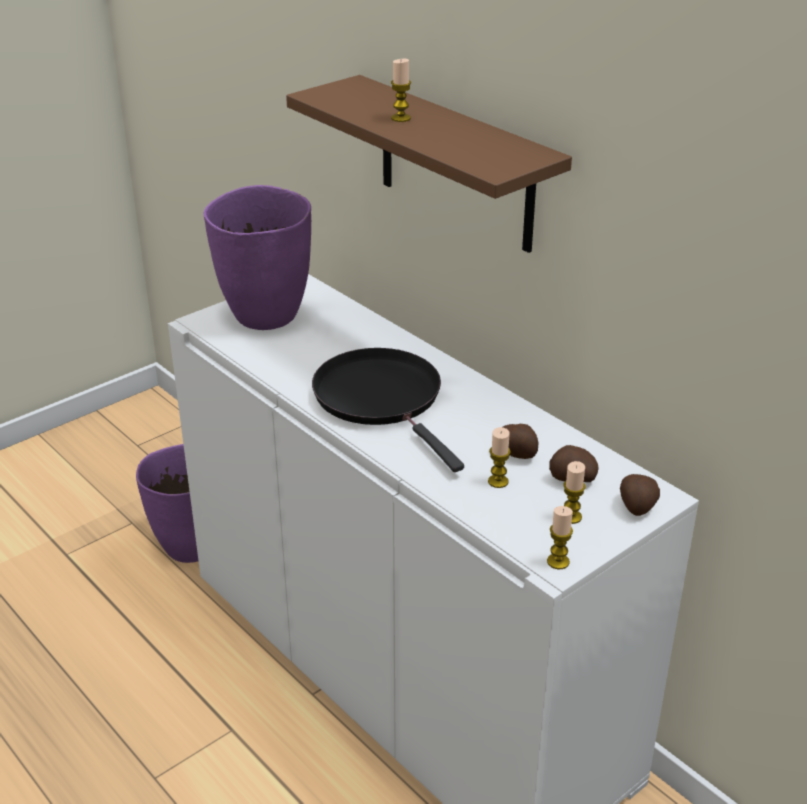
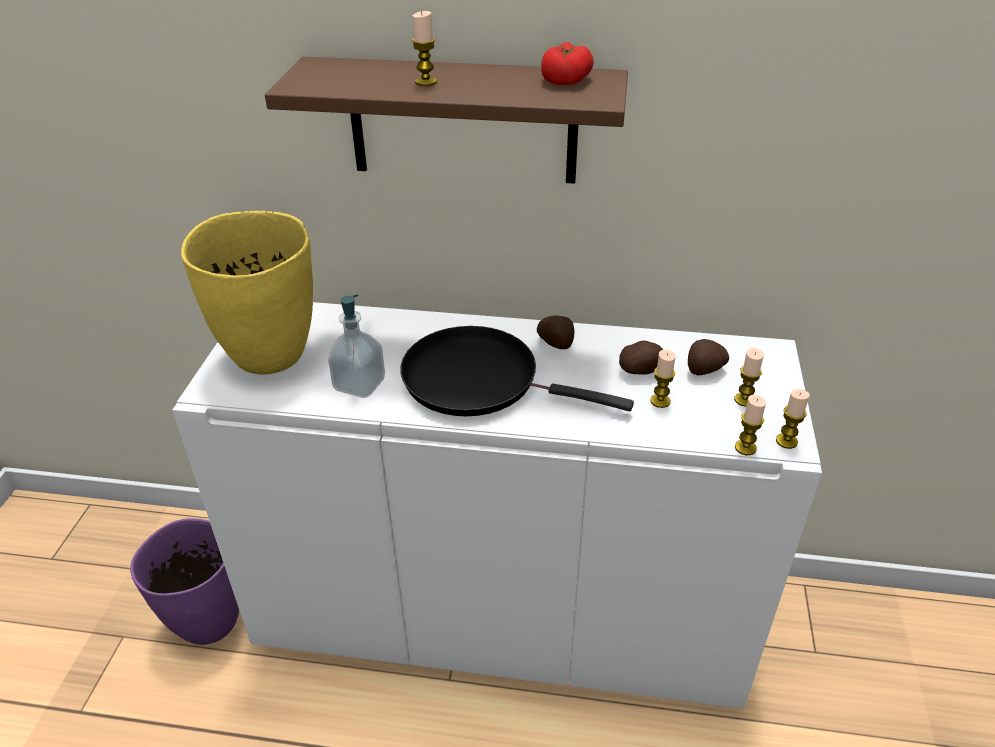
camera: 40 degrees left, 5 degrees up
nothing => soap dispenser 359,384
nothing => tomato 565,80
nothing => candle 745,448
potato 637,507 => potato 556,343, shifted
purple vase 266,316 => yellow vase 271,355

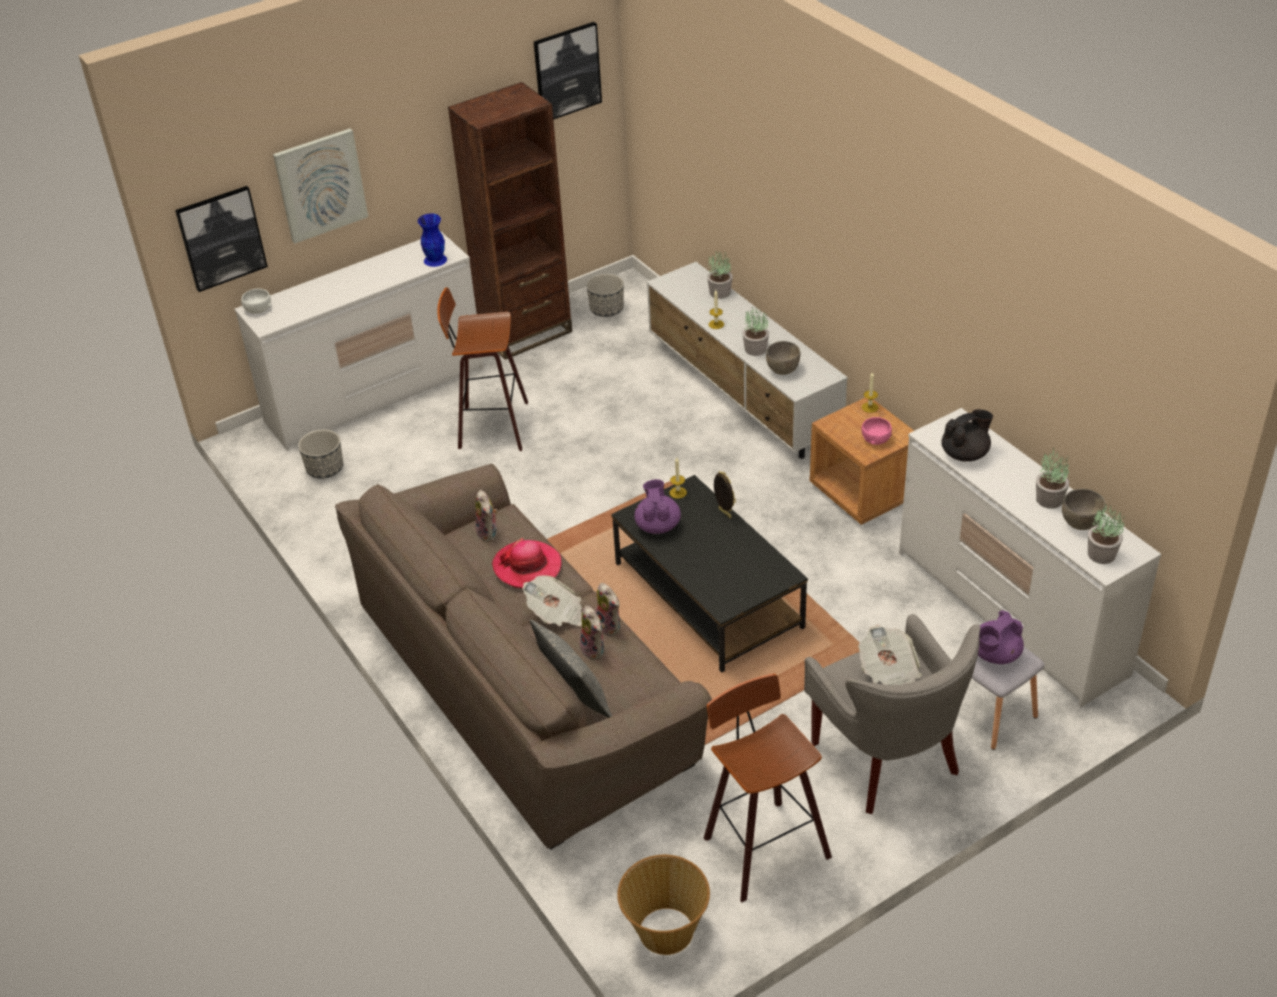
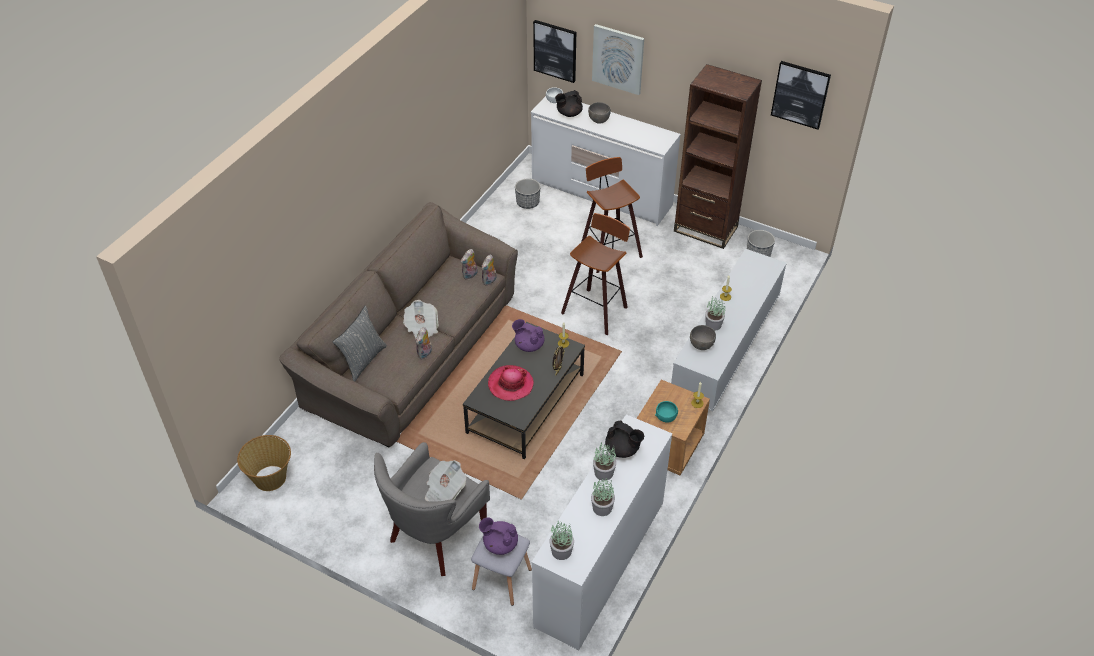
camera: 60 degrees right, 5 degrees up
blue vase 435,259 => nothing
nothing => black teapot 568,113
hat 527,567 => hat 510,384, shifted
plush toy 595,650 => plush toy 489,281, shifted
stool 761,846 => stool 596,309, shifted
potted plant 719,292 => potted plant 604,472, shifted
grey bowl 1080,523 => grey bowl 598,120, shifted
pink bowl 875,439 => turquoise bowl 666,416
purple teapot 657,525 => purple teapot 529,345, 120 degrees counterclockwise

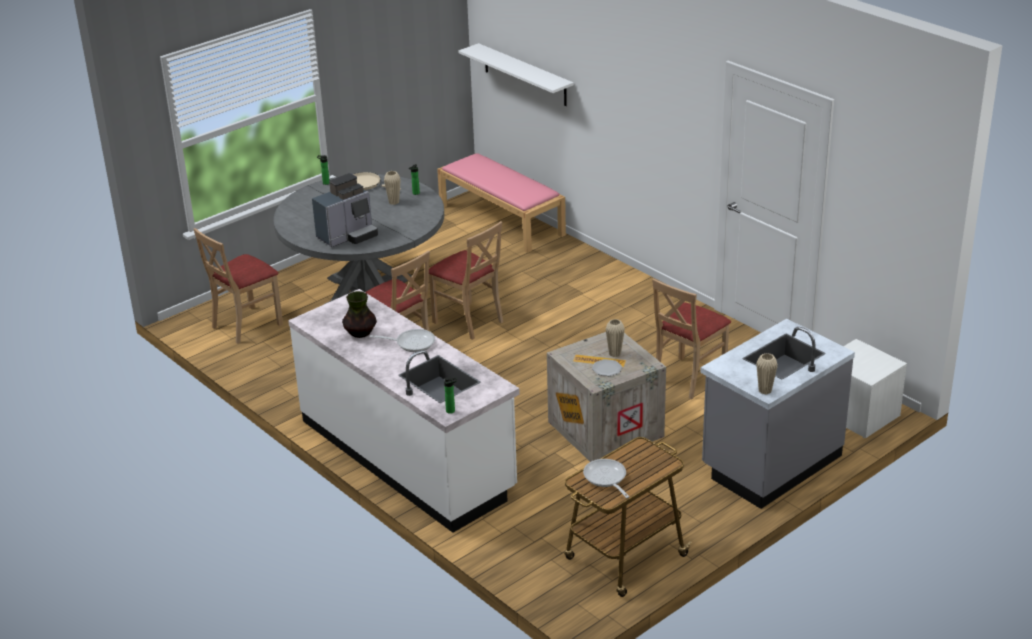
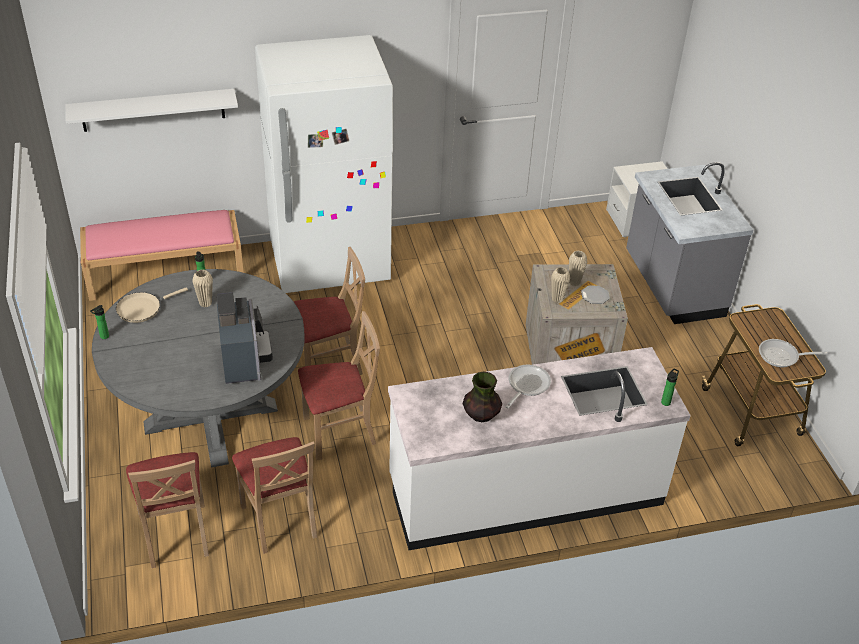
camera: 65 degrees left, 10 degrees up
nothing => white fridge 330,263
beige chair 688,378 => beige chair 280,520, shifted
beige vase 765,391 => beige vase 557,299, shifted

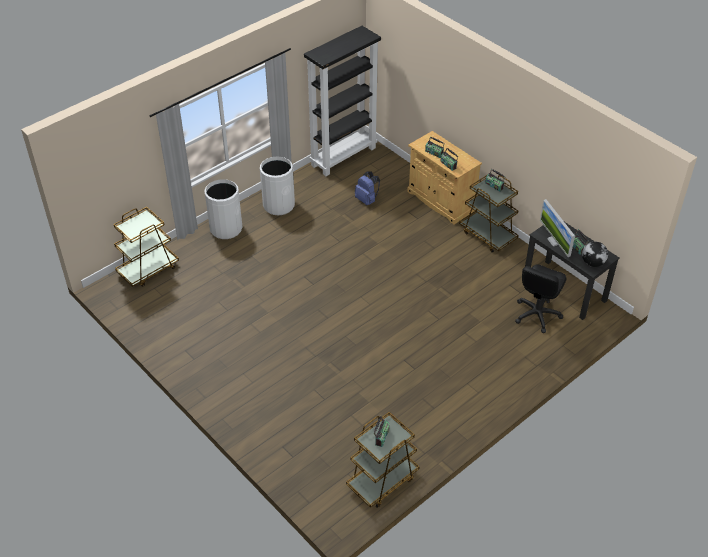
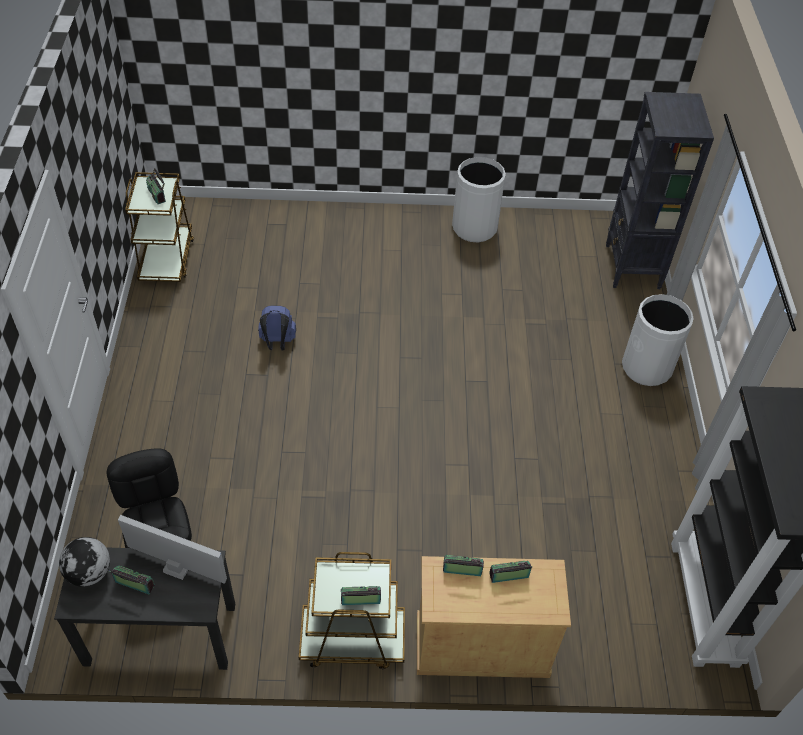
camera: 130 degrees right, 5 degrees up
white trash can 279,205 => white trash can 474,227, shifted
blue backpack 367,200 => blue backpack 277,343, shifted
brown cart 148,269 => black bookcase 632,267

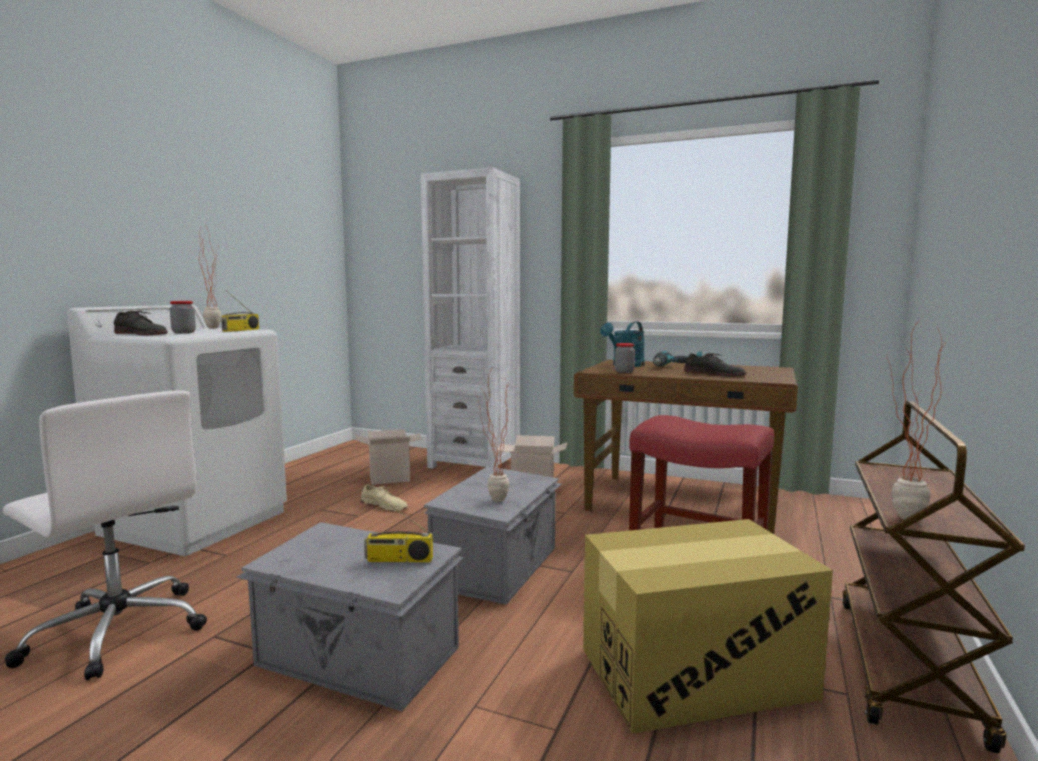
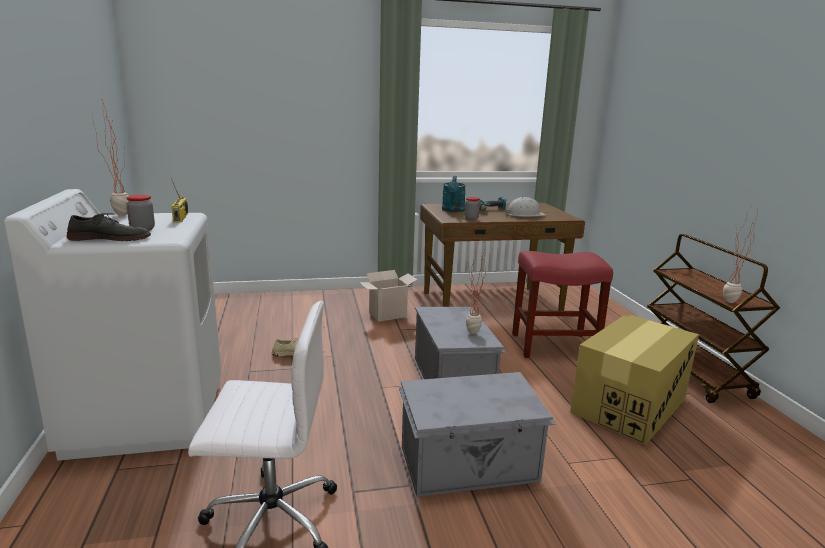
camera: 35 degrees left, 10 degrees up
cardboard box 391,478 => nothing
radio 398,560 => nothing
white bookcase 474,463 => nothing
grey shoe 714,374 => white hard hat 524,215

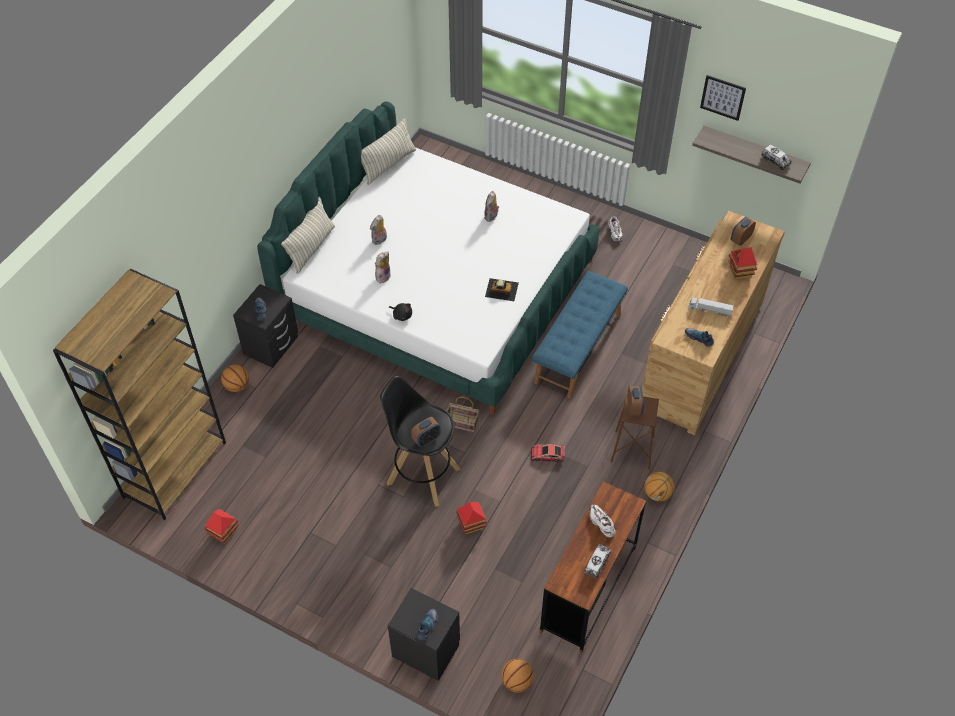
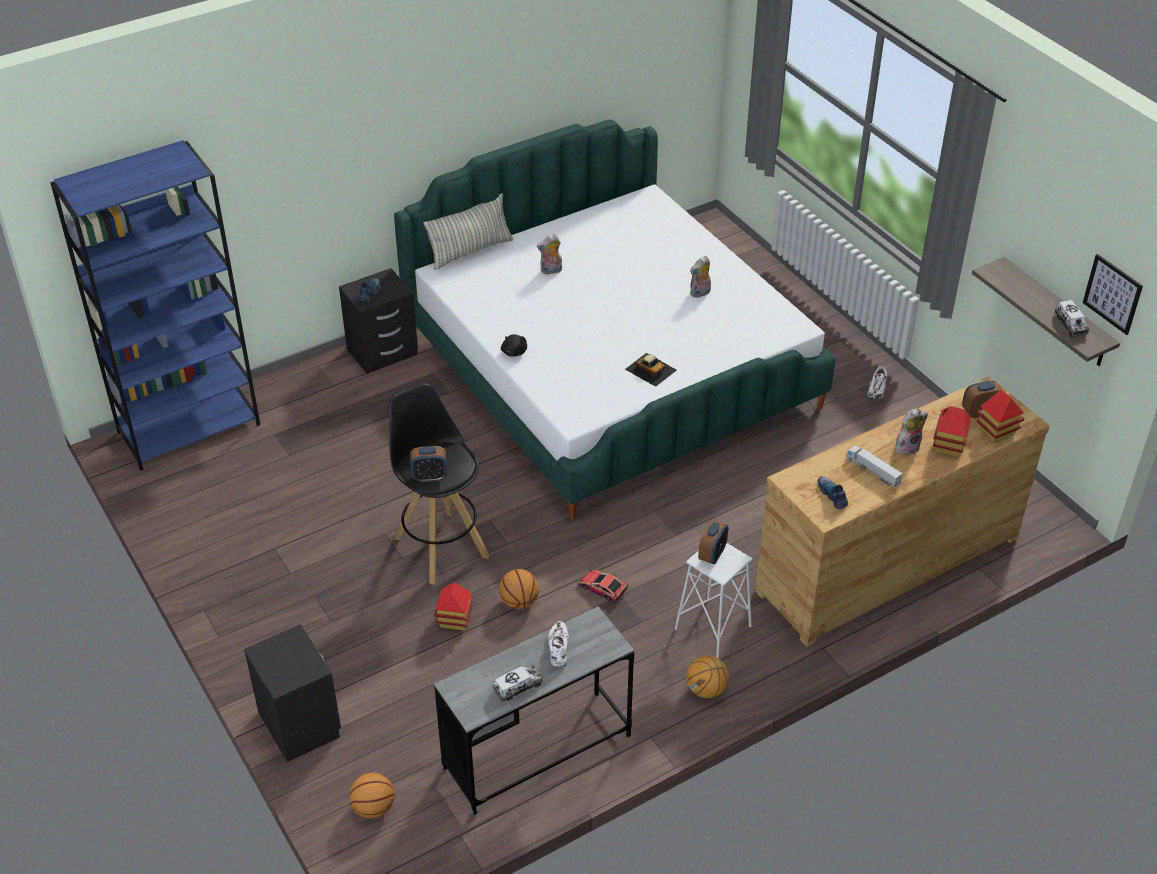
camera: 30 degrees right, 10 degrees down
pillow 388,164 => nothing
shoe 428,626 => nothing
basket 461,423 => nothing
blue bench 577,347 => nothing
toy house 223,533 => toy house 996,432, shifted
basketball 237,386 => basketball 519,602, shifted
plush toy 382,276 => plush toy 907,447, shifted
picture 722,97 => picture 1112,294, shifted
brown bookcase 175,469 => blue bookcase 189,428
brown desk 588,589 => grey desk 537,752
brown stool 632,450 => white stool 712,628

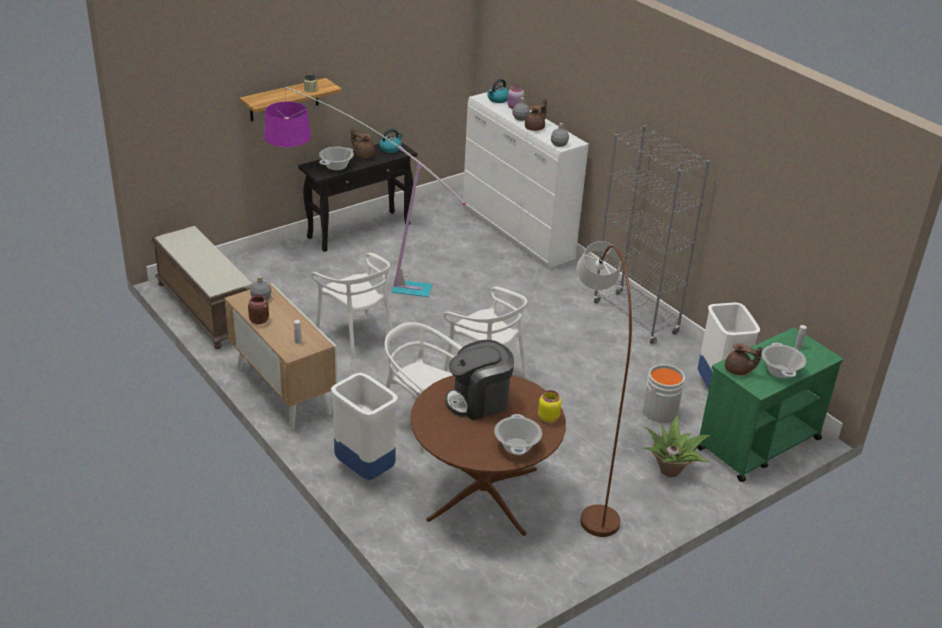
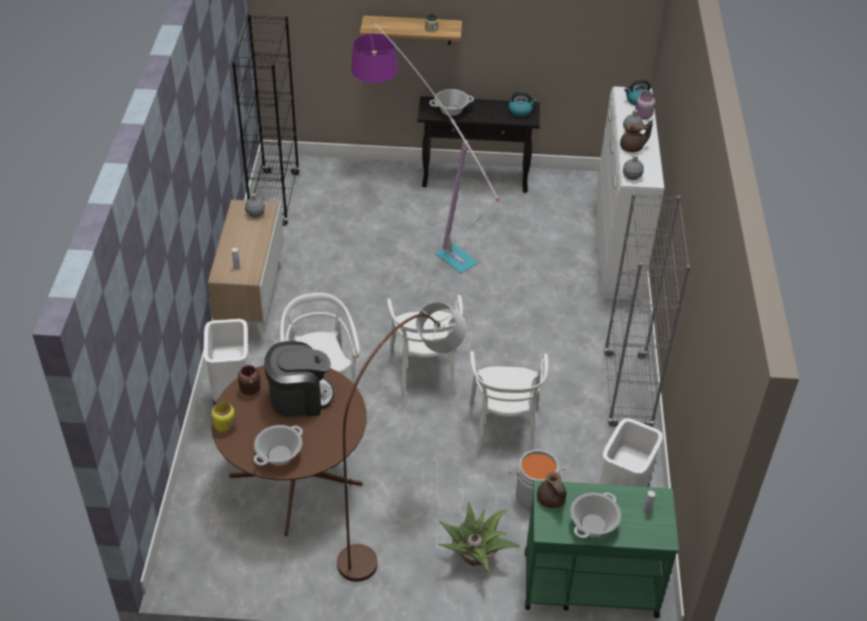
camera: 40 degrees right, 10 degrees up
brown teapot 363,155 => nothing
brown jar 259,320 => brown jar 250,389, shifted
white chair 356,335 => white chair 503,429, shifted
yellow jar 548,417 => yellow jar 225,426, shifted
brown bench 205,309 => black bookcase 275,198
coffee machine 478,401 => coffee machine 300,397, 150 degrees clockwise

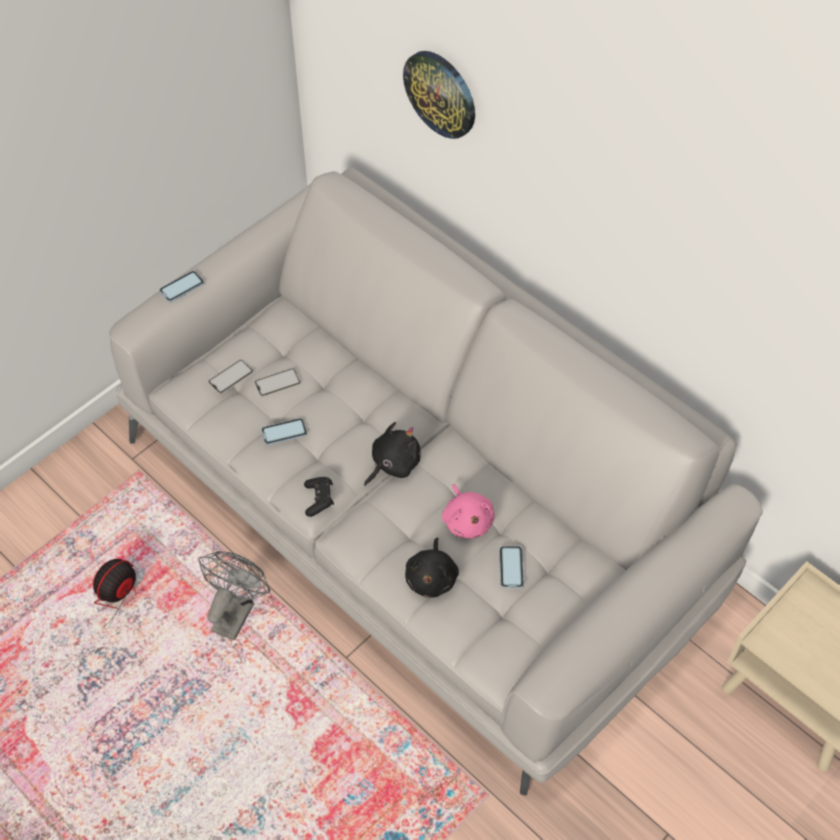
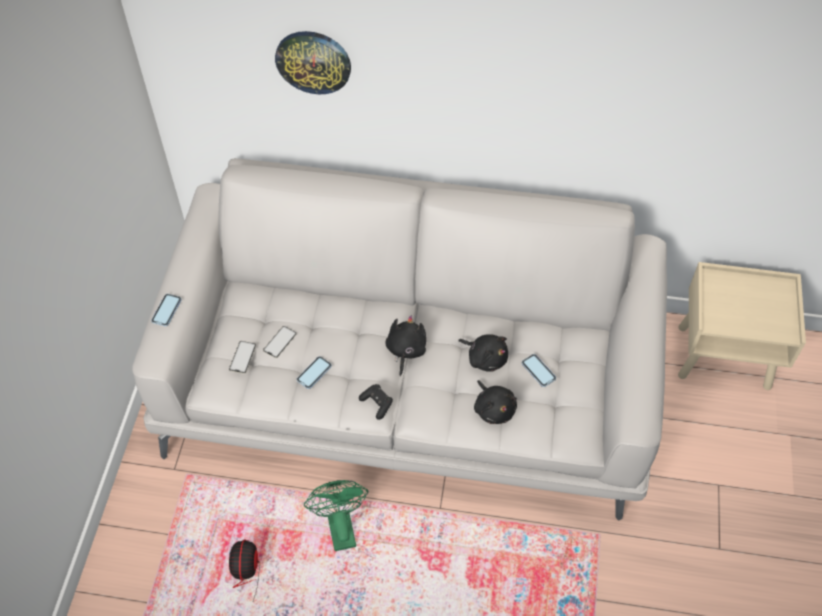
camera: 35 degrees left, 0 degrees up
grey fan 236,611 => green fan 340,526
pink plush toy 467,520 => black plush toy 485,358

